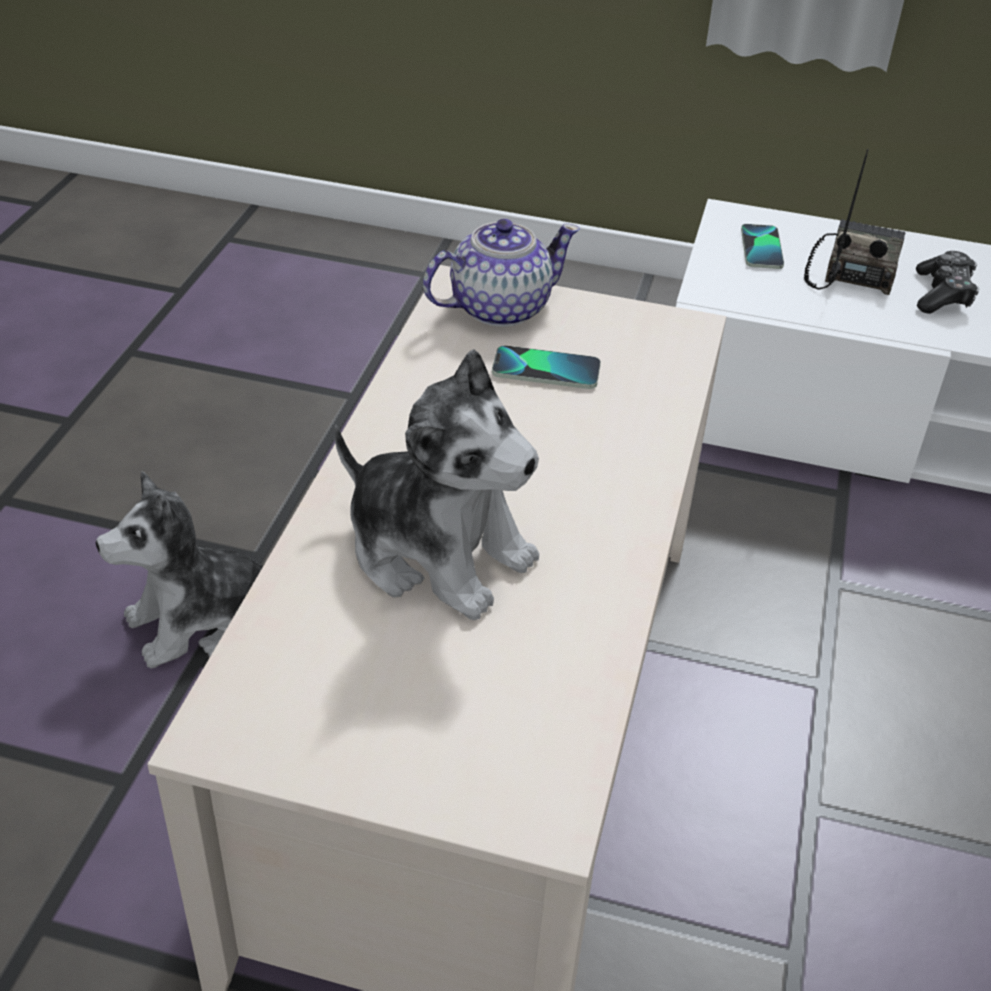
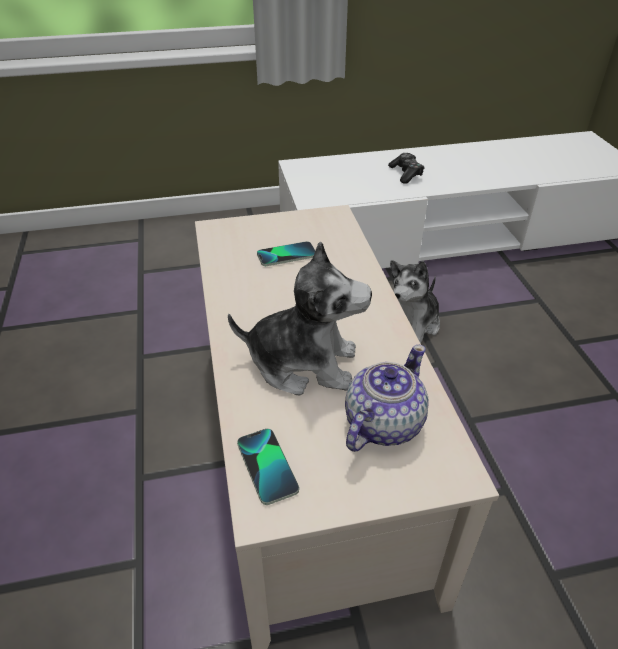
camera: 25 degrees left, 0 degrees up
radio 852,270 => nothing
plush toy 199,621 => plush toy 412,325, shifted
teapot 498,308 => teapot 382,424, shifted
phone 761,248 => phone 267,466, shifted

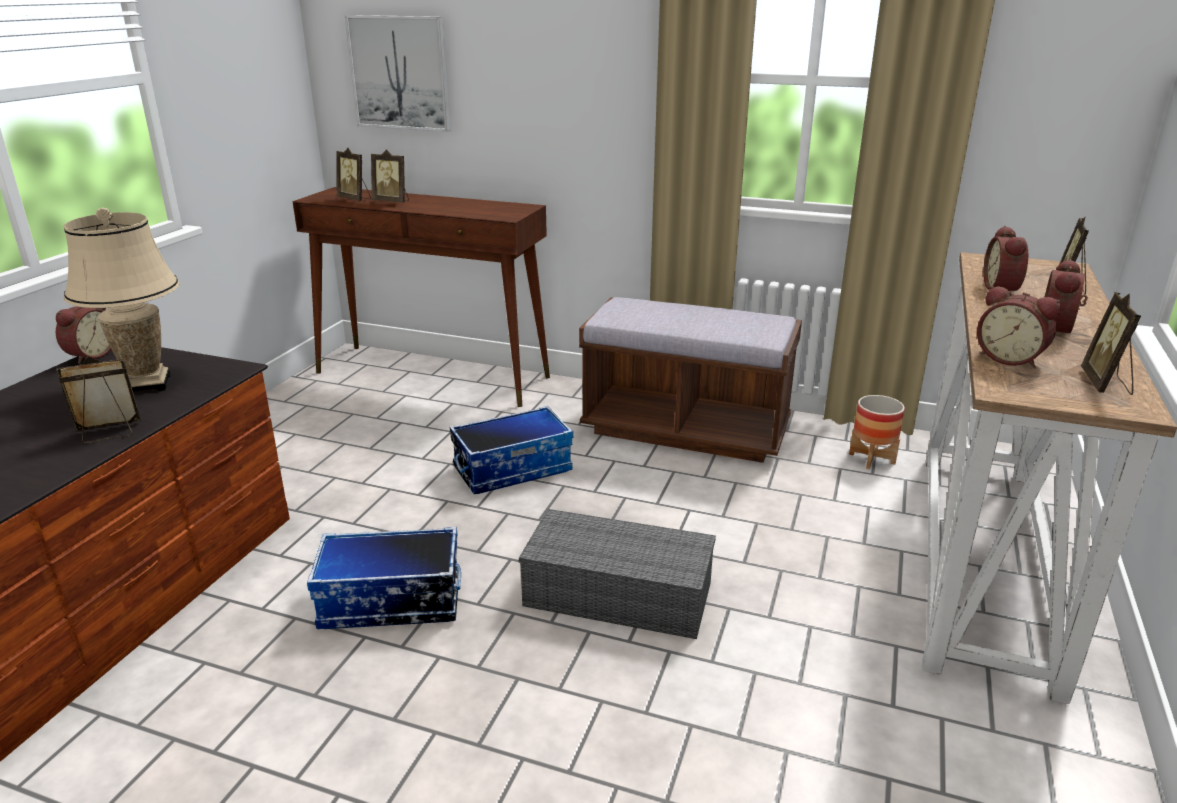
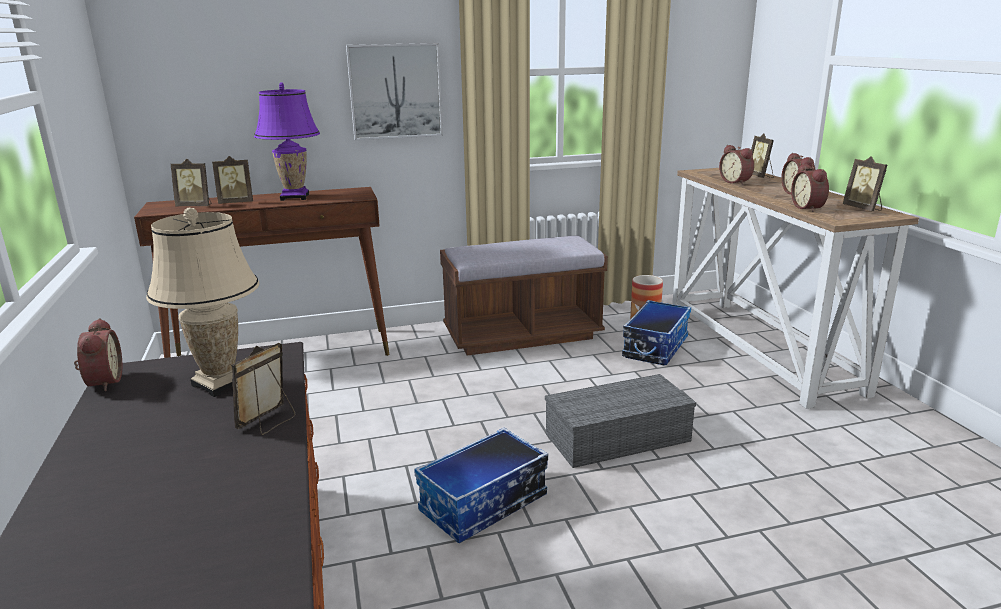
camera: 35 degrees left, 5 degrees down
nothing => purple table lamp 295,197
picture 400,73 => picture 395,91, shifted
storage box 513,469 => storage box 655,347, shifted
alarm clock 1010,359 => alarm clock 809,208, 75 degrees clockwise

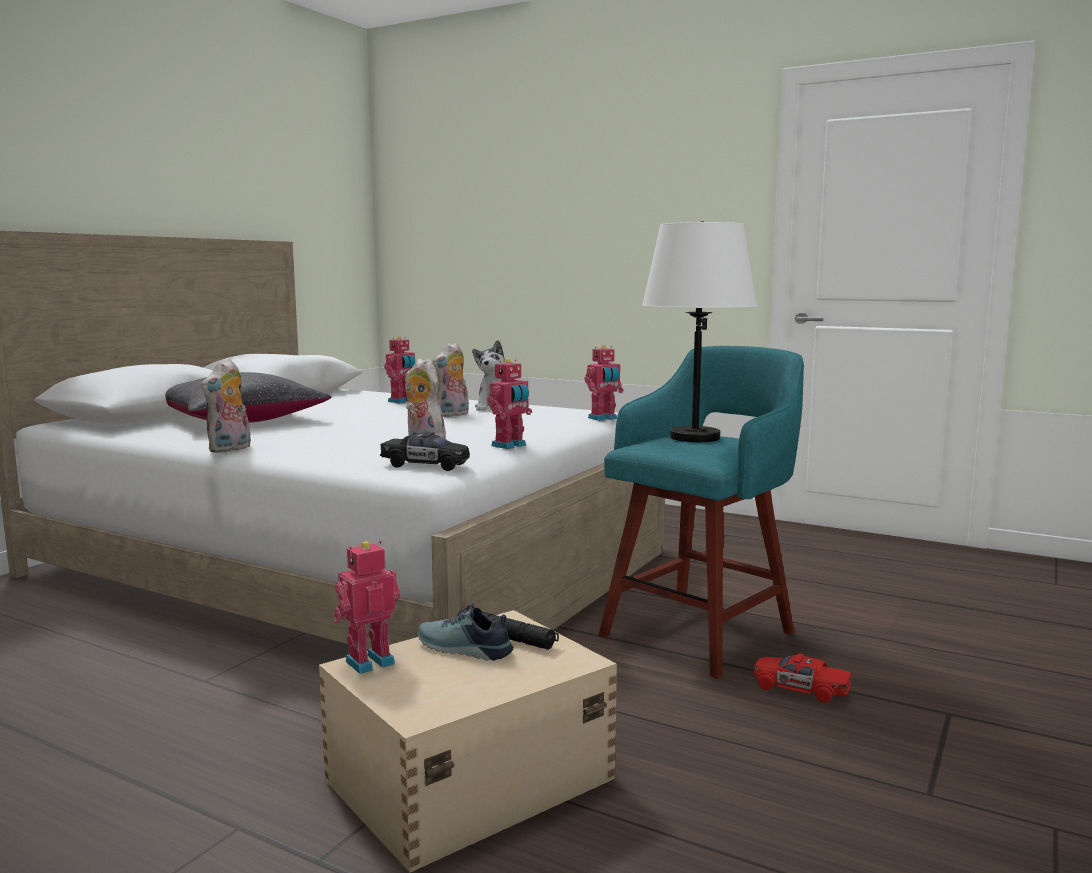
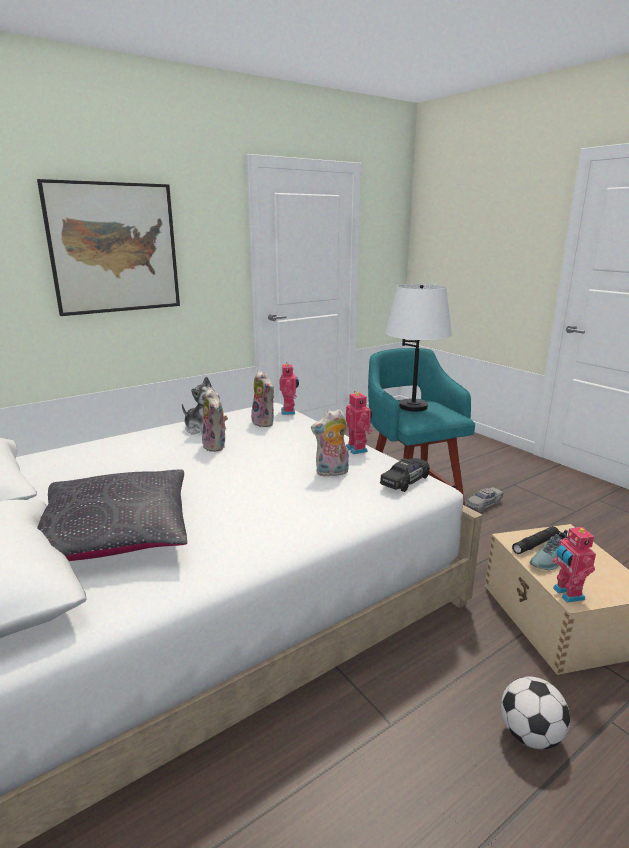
camera: 65 degrees left, 10 degrees up
toy robot 402,401 => nothing
nothing => picture 114,248
nothing => football 530,735
plush toy 230,449 => plush toy 265,423, shifted
red toy car 800,689 => grey toy car 484,504

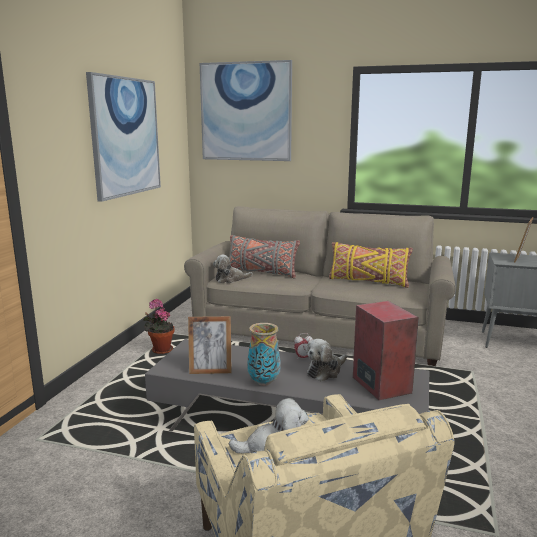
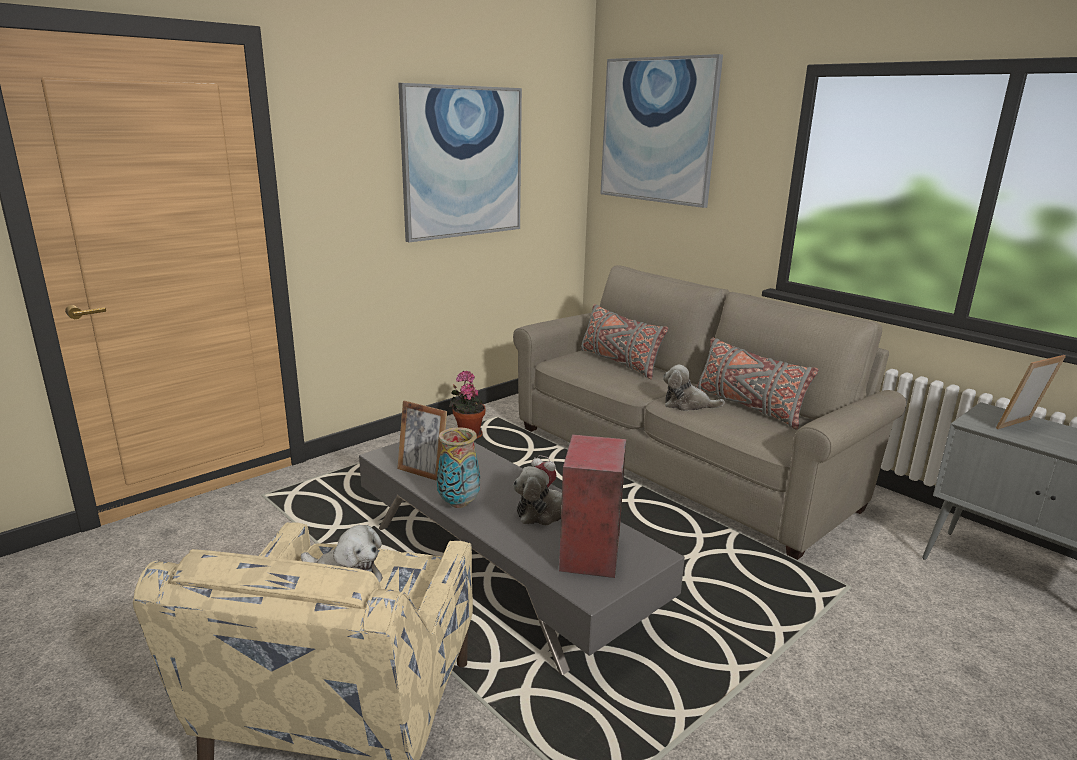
camera: 30 degrees right, 5 degrees up
plush toy 230,279 => plush toy 687,405, shifted
yellow pillow 368,281 => grey pillow 748,406

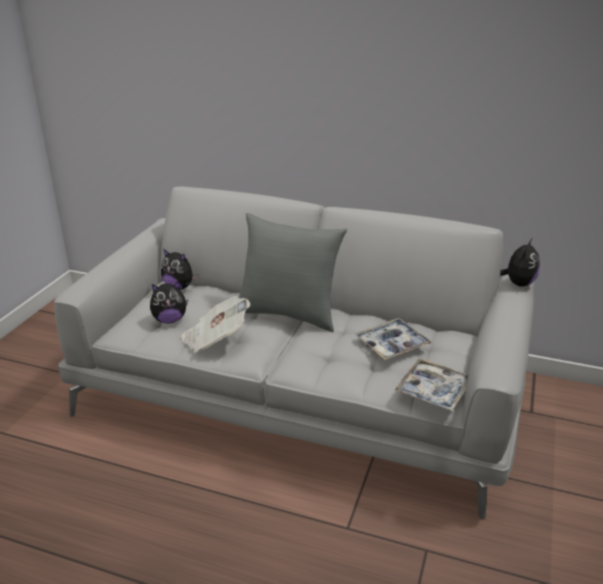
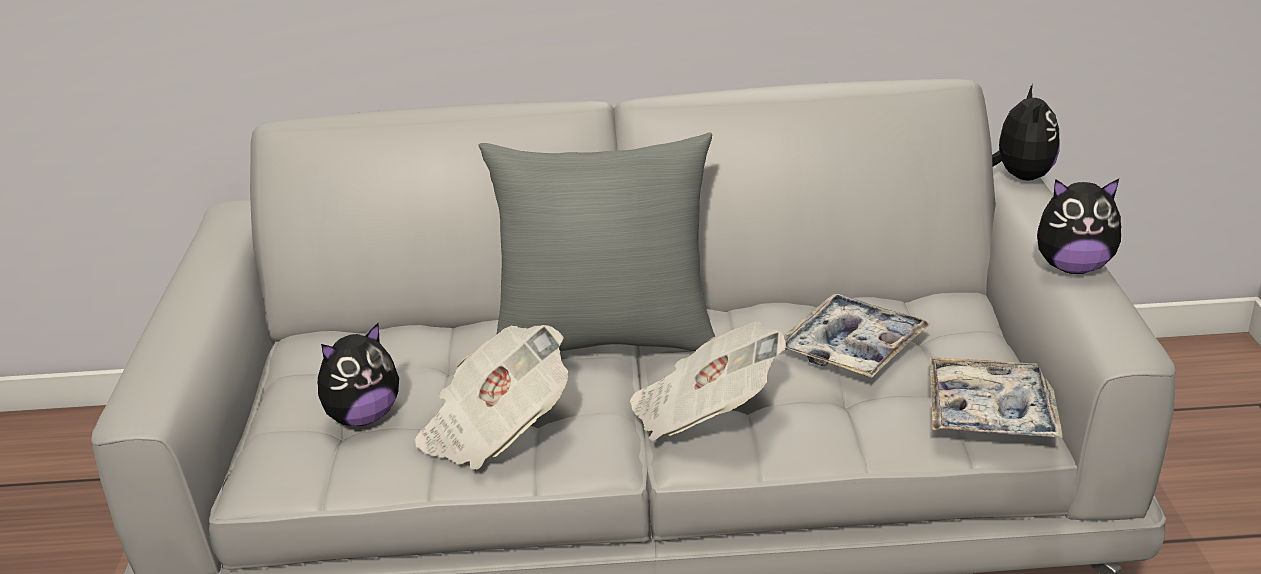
camera: 20 degrees left, 0 degrees up
nothing => newspaper 704,414
plush toy 179,287 => plush toy 1073,267, shifted

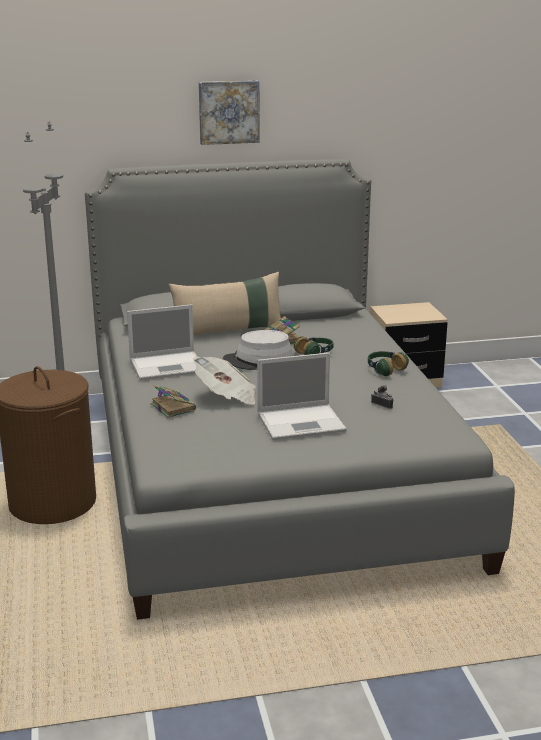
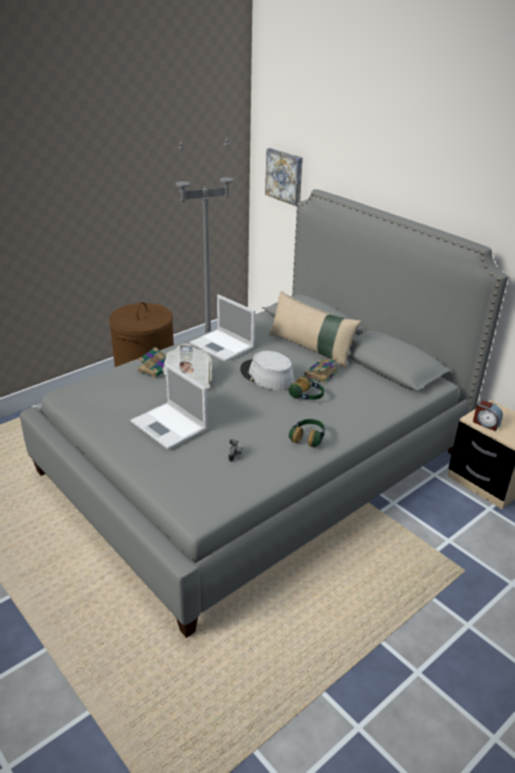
camera: 60 degrees right, 10 degrees up
nothing => alarm clock 486,423
picture 228,112 => picture 285,176, shifted

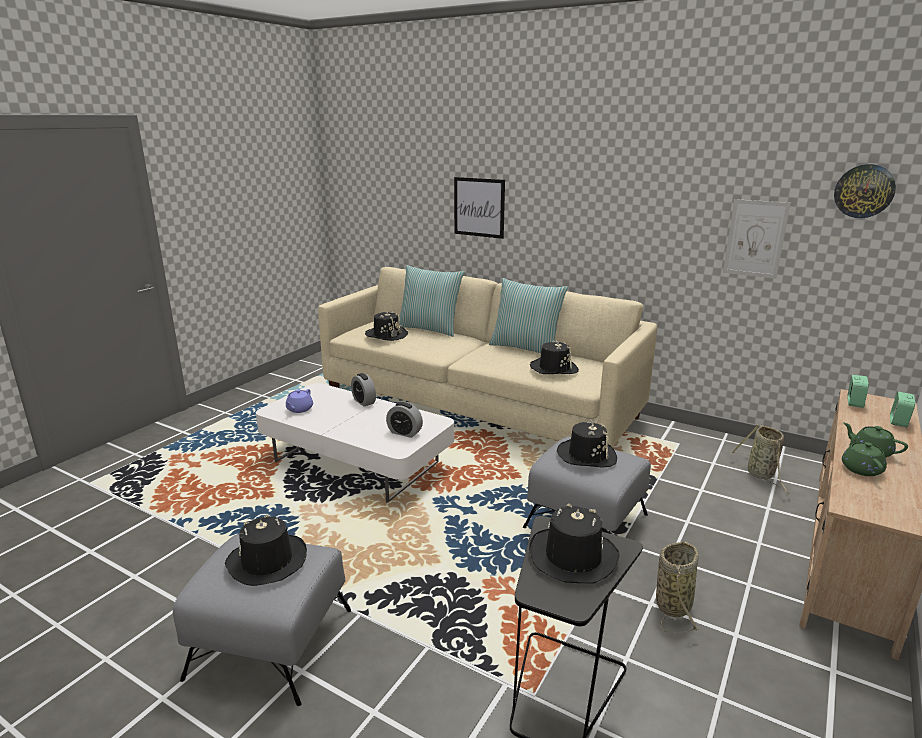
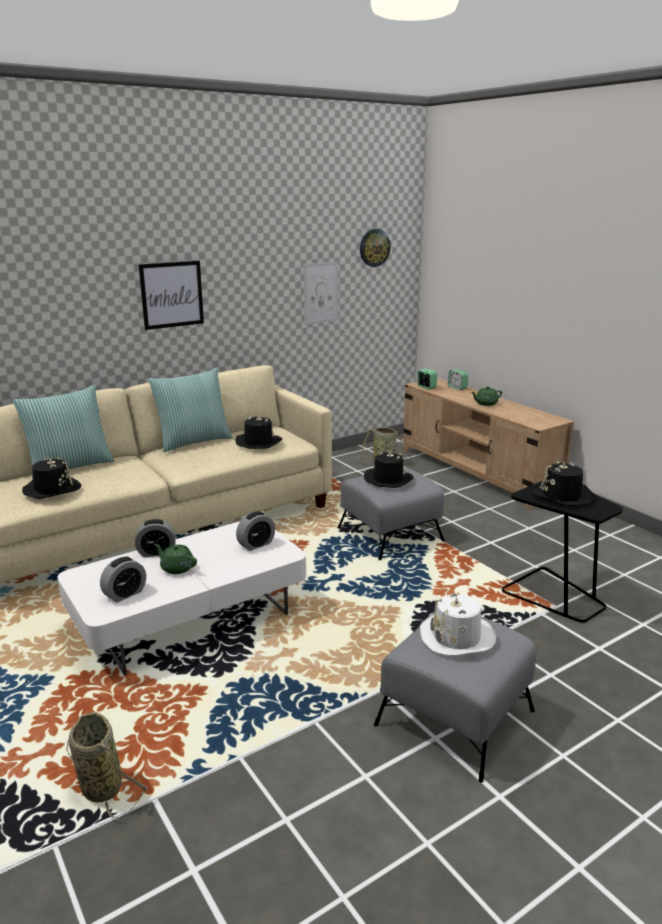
camera: 65 degrees left, 0 degrees up
picture 479,207 => picture 172,294, shifted
basket 673,604 => basket 100,785, shifted
green teapot 861,469 => green teapot 176,568, shifted
purple teapot 299,409 => alarm clock 125,594
black hat 267,561 => white hat 457,637

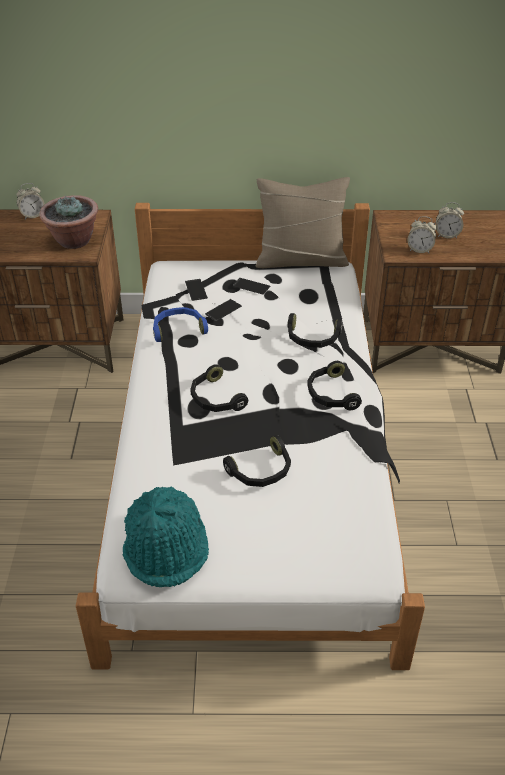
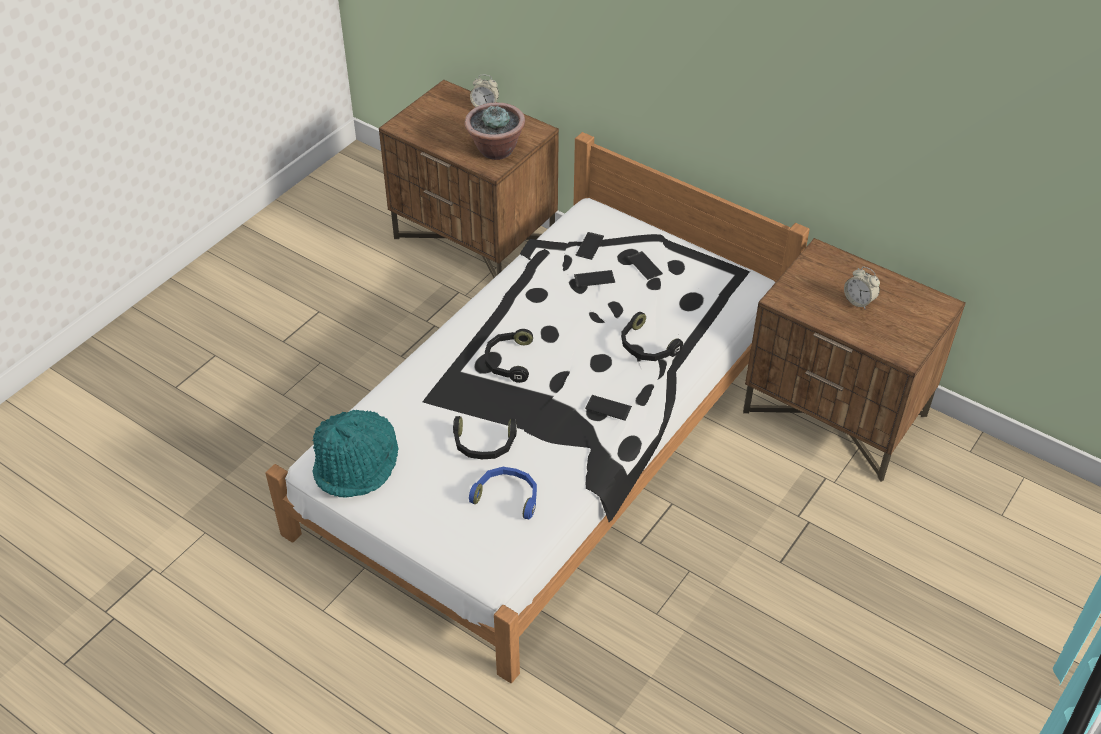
camera: 35 degrees right, 5 degrees up
beige pillow 301,260 => nothing
alarm clock 420,250 => nothing
blue headphones 178,329 => blue headphones 507,496, shifted
black headphones 330,394 => phone 608,408

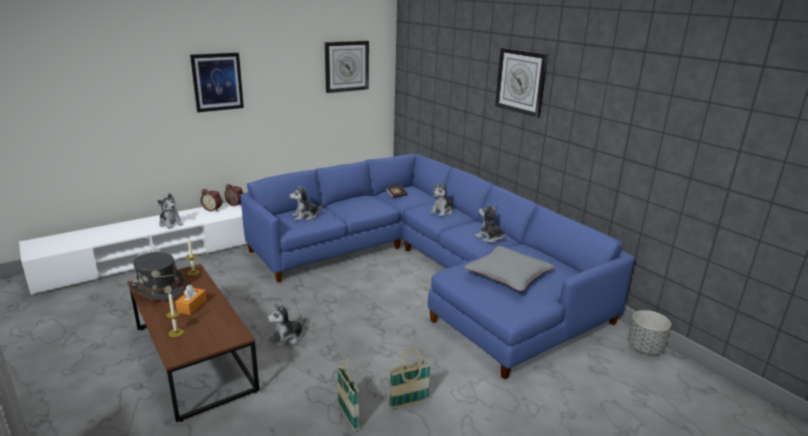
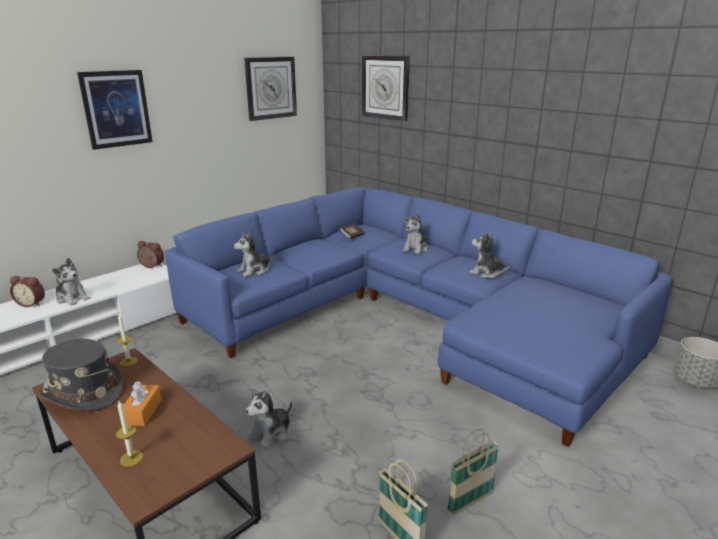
camera: 10 degrees left, 0 degrees up
grey pillow 508,274 => nothing
alarm clock 213,209 => alarm clock 32,303, shifted
wall clock 521,81 => wall clock 385,87, shifted

